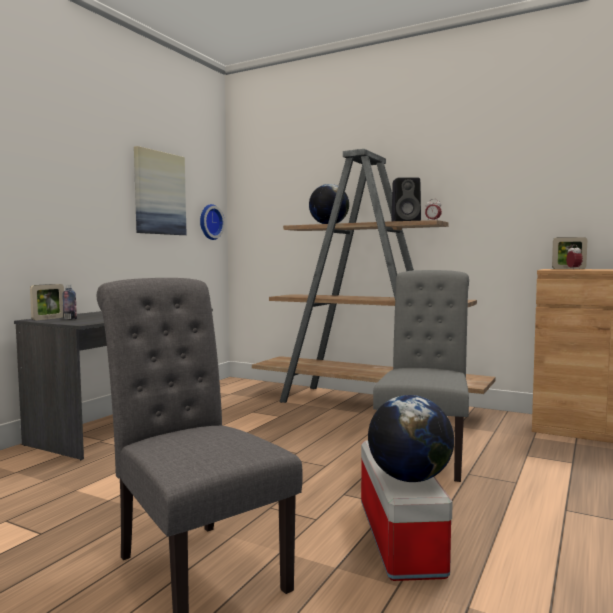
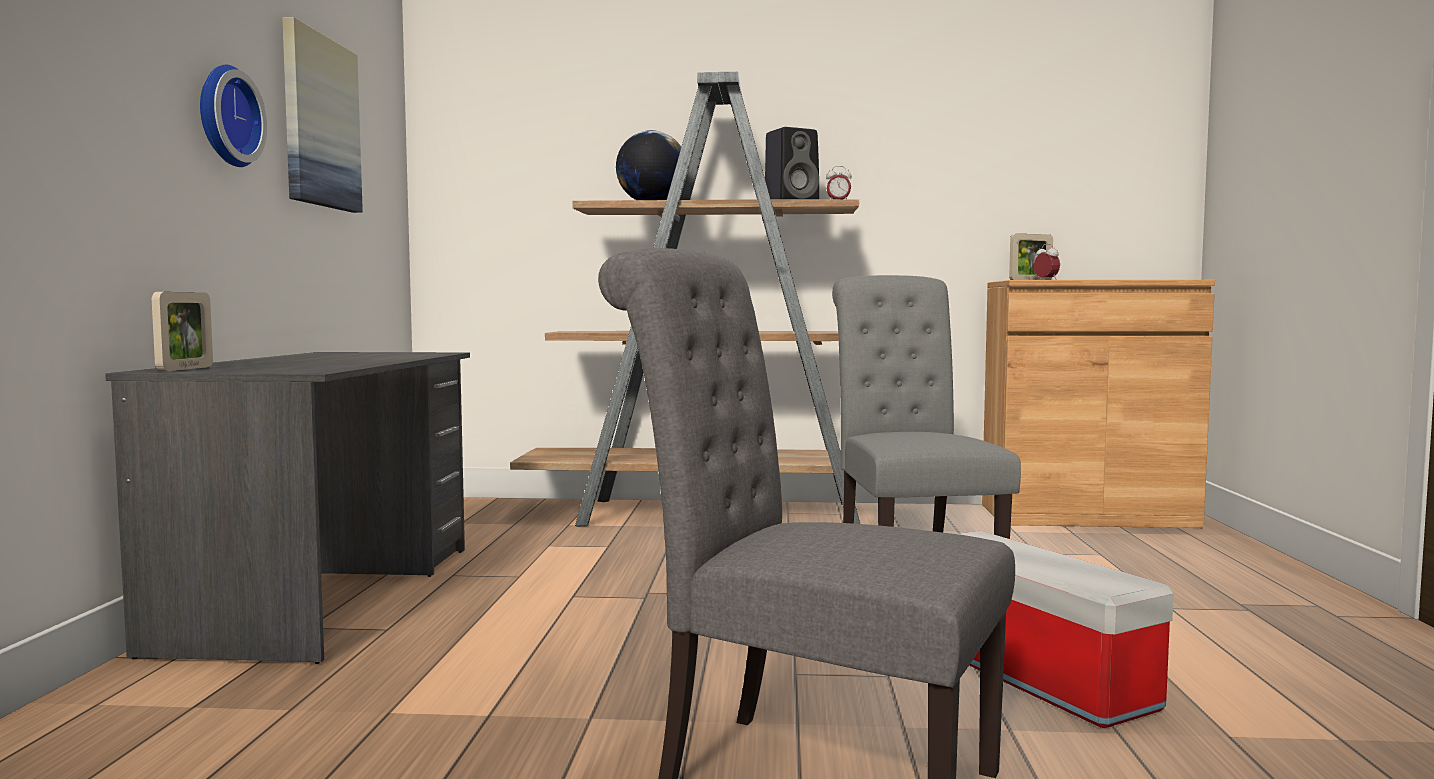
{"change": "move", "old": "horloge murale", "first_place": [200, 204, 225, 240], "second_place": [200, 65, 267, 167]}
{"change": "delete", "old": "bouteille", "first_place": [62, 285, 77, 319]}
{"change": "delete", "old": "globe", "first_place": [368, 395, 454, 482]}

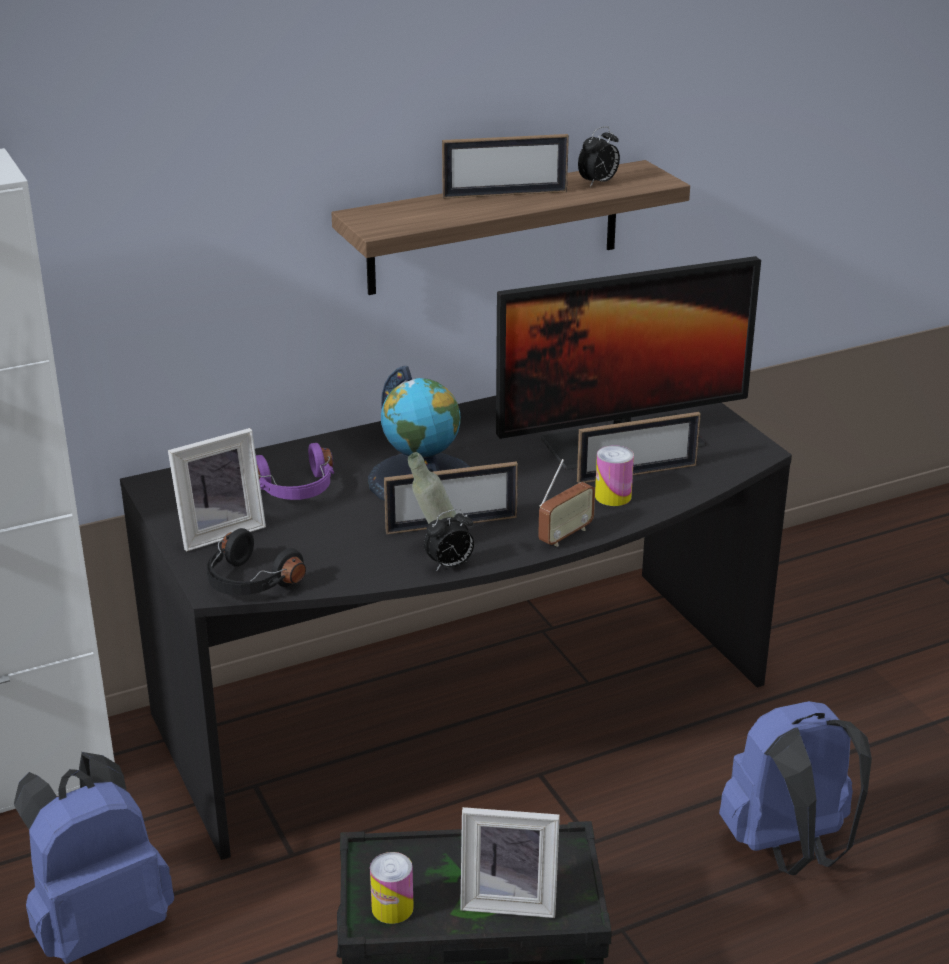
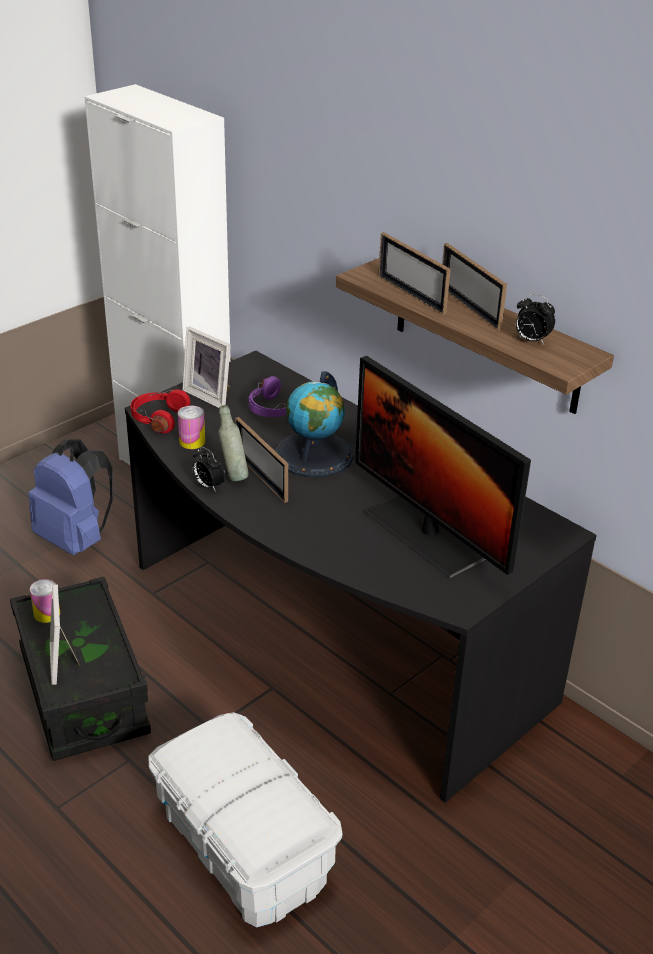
{"change": "recolor", "old": "casque audio/noir", "new": "casque audio/rouge", "first_place": [207, 528, 306, 595], "second_place": [131, 389, 190, 433]}
{"change": "replace", "old": "sac à dos/bleu", "new": "boîte de rangement/blanc", "first_place": [719, 701, 872, 875], "second_place": [148, 712, 343, 928]}
{"change": "move", "old": "boîte métallique", "first_place": [595, 445, 634, 506], "second_place": [178, 406, 205, 449]}
{"change": "move", "old": "cadre photo", "first_place": [577, 412, 701, 483], "second_place": [378, 232, 451, 315]}
{"change": "delete", "old": "radio", "first_place": [538, 459, 595, 547]}

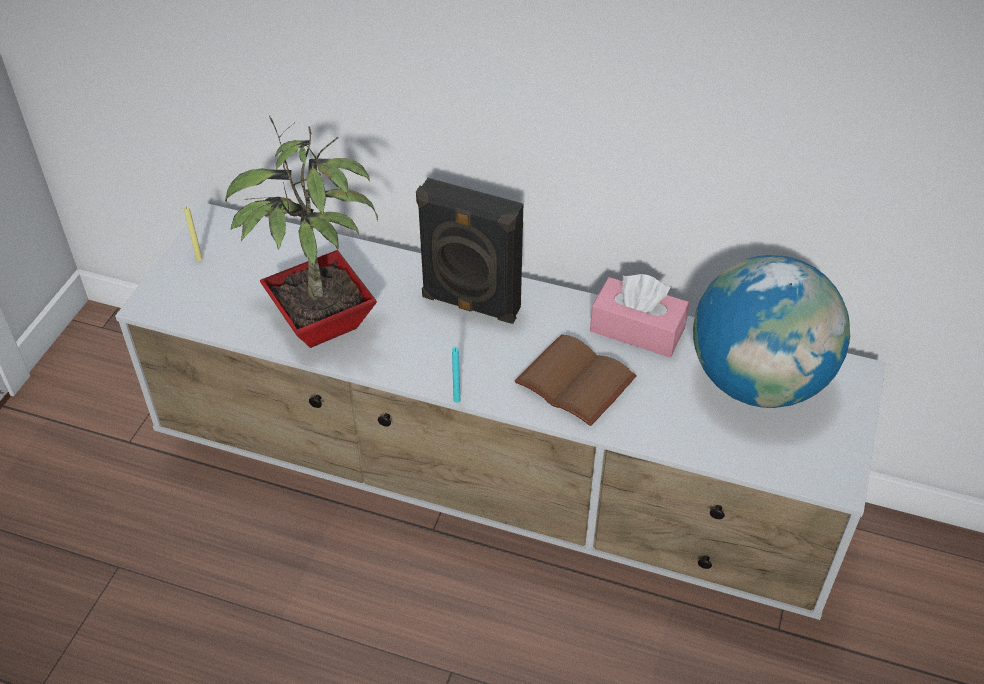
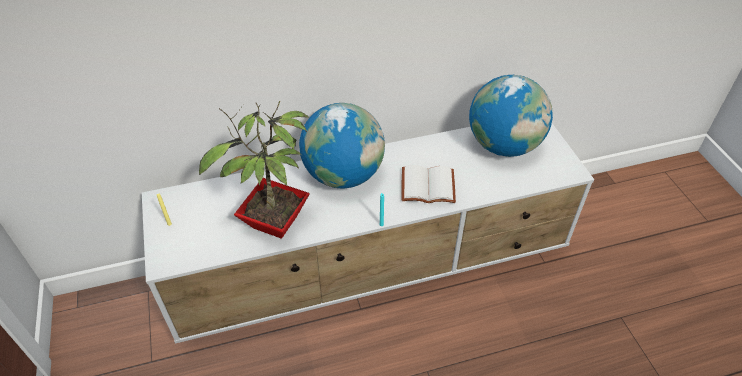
{"change": "replace", "old": "enceinte/noir", "new": "globe", "first_place": [416, 178, 523, 324], "second_place": [299, 103, 385, 188]}
{"change": "recolor", "old": "livre/marron", "new": "livre/blanc", "first_place": [515, 334, 637, 426], "second_place": [402, 165, 456, 203]}
{"change": "delete", "old": "boîte à mouchoirs/rose", "first_place": [590, 274, 689, 357]}

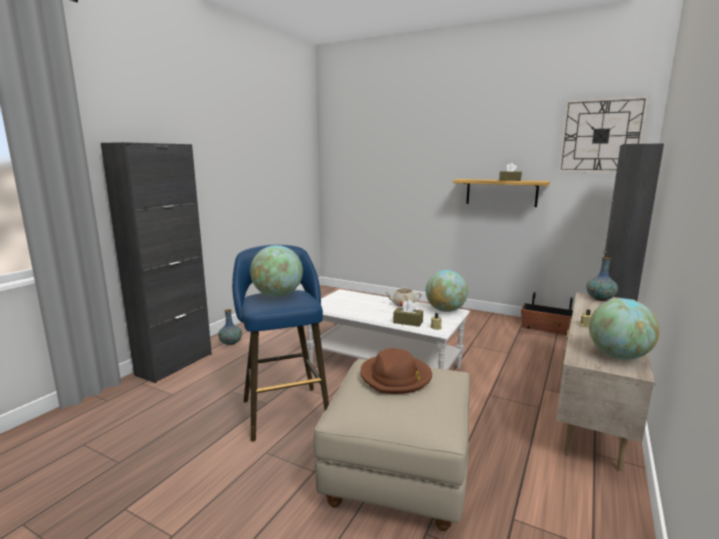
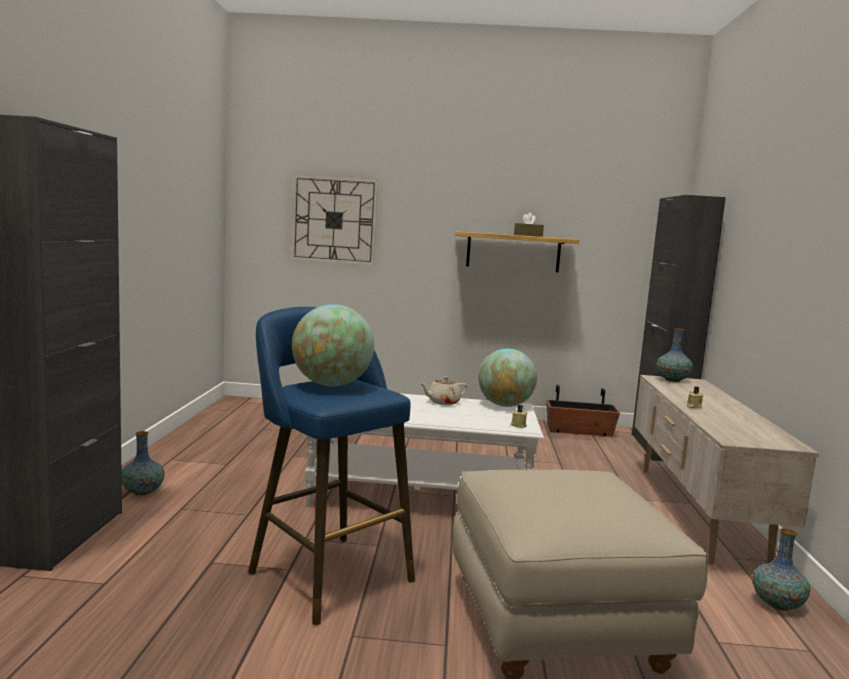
{"change": "move", "old": "horloge murale", "first_place": [558, 96, 649, 173], "second_place": [291, 175, 378, 266]}
{"change": "insert", "new": "vase", "second_place": [752, 528, 810, 610]}
{"change": "delete", "old": "chapeau/marron", "first_place": [360, 348, 432, 394]}
{"change": "delete", "old": "boîte à mouchoirs/marron", "first_place": [393, 300, 423, 327]}
{"change": "delete", "old": "globe", "first_place": [589, 299, 660, 360]}

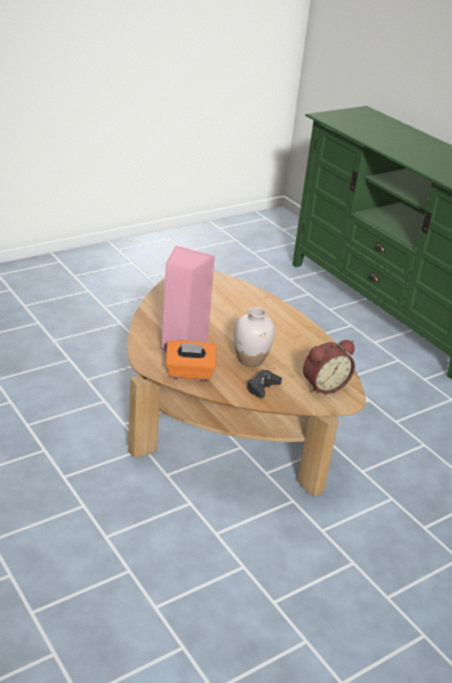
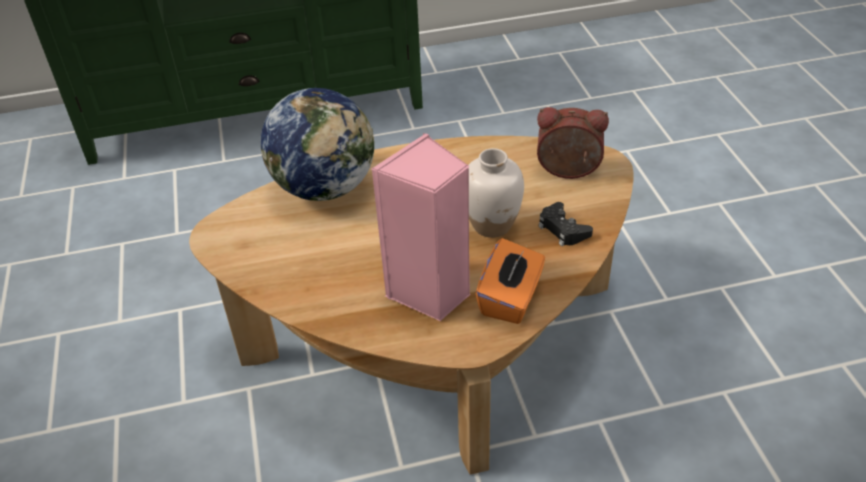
{"change": "insert", "new": "globe", "second_place": [260, 88, 374, 201]}
{"change": "rotate", "old": "réveil", "first_place": [303, 340, 355, 394], "second_place": [537, 107, 609, 179], "degrees": -75}

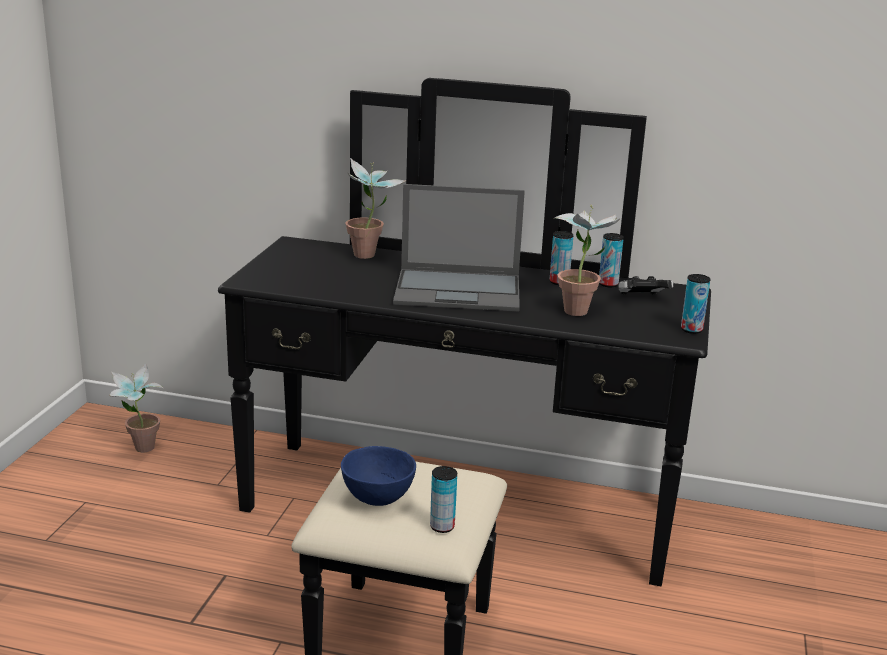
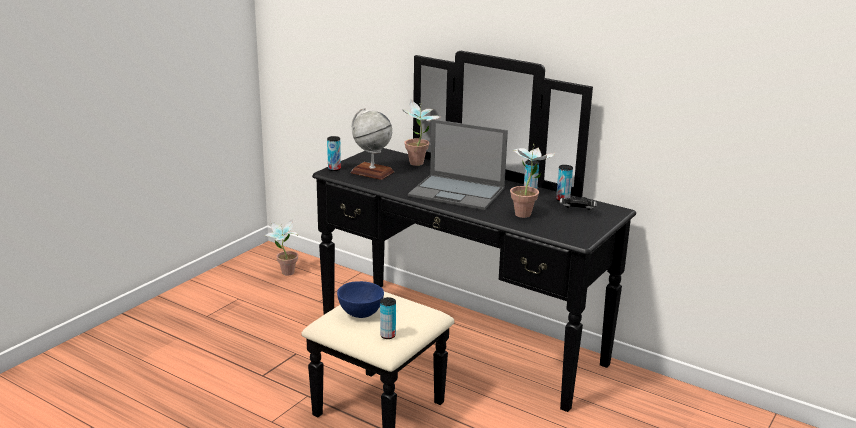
{"change": "move", "old": "boîte métallique", "first_place": [681, 274, 711, 334], "second_place": [327, 136, 341, 171]}
{"change": "insert", "new": "globe", "second_place": [351, 108, 394, 180]}

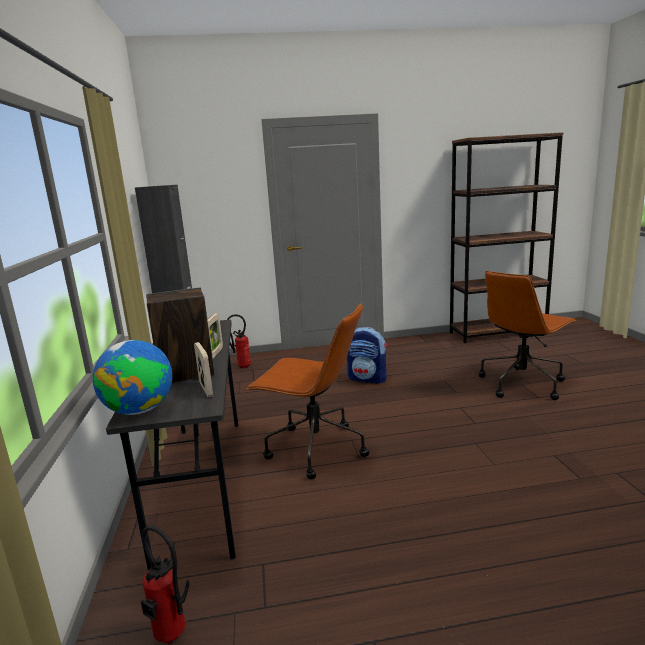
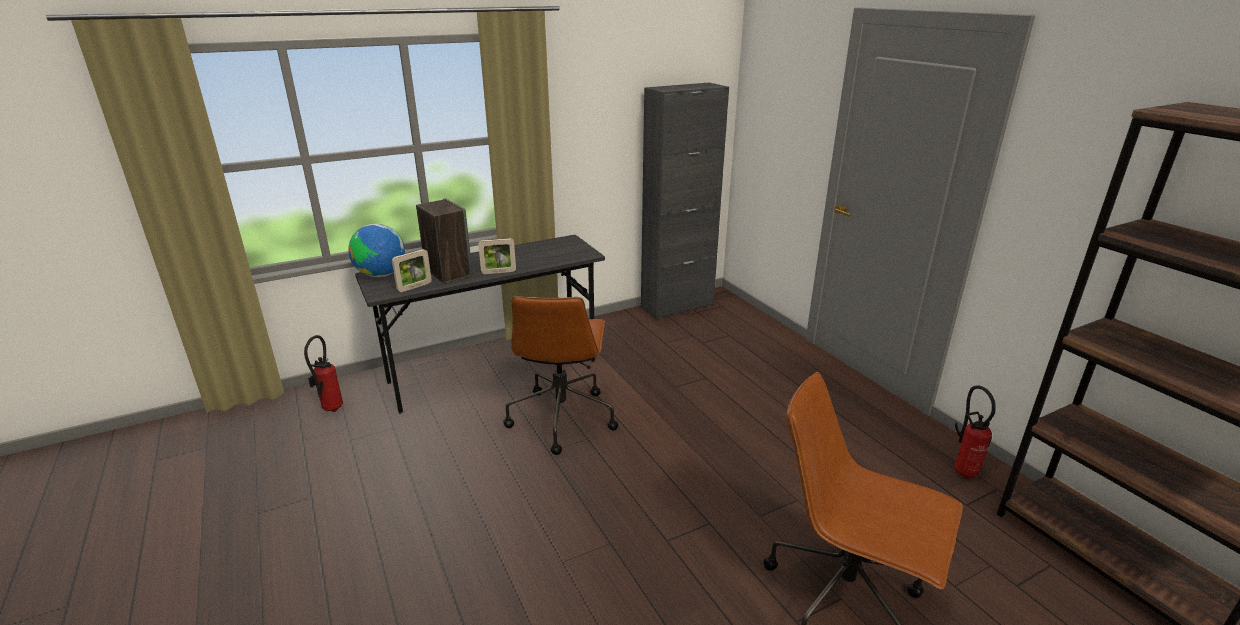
{"change": "move", "old": "extincteur", "first_place": [227, 314, 251, 368], "second_place": [954, 385, 996, 479]}
{"change": "delete", "old": "sac à dos", "first_place": [347, 327, 387, 384]}

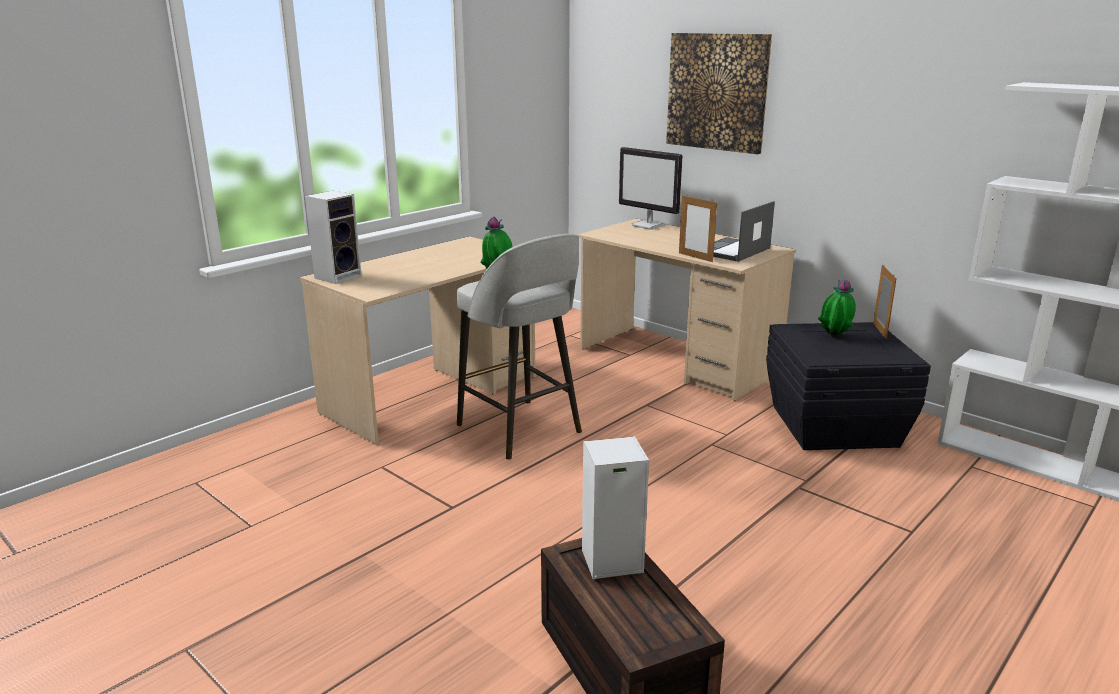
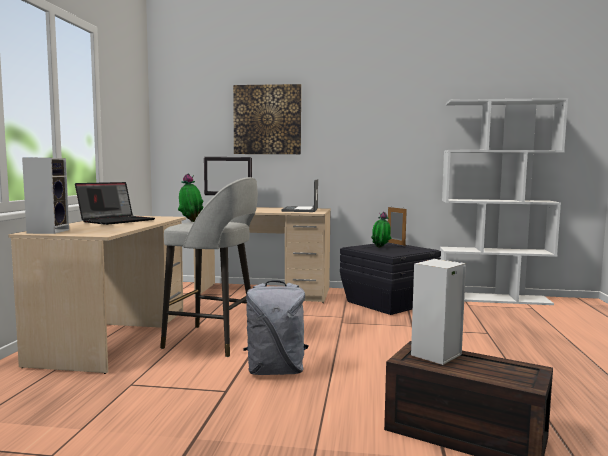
{"change": "insert", "new": "ordinateur portable", "second_place": [75, 182, 155, 225]}
{"change": "insert", "new": "sac à dos/gris", "second_place": [243, 280, 309, 375]}
{"change": "delete", "old": "cadre photo", "first_place": [679, 194, 717, 262]}

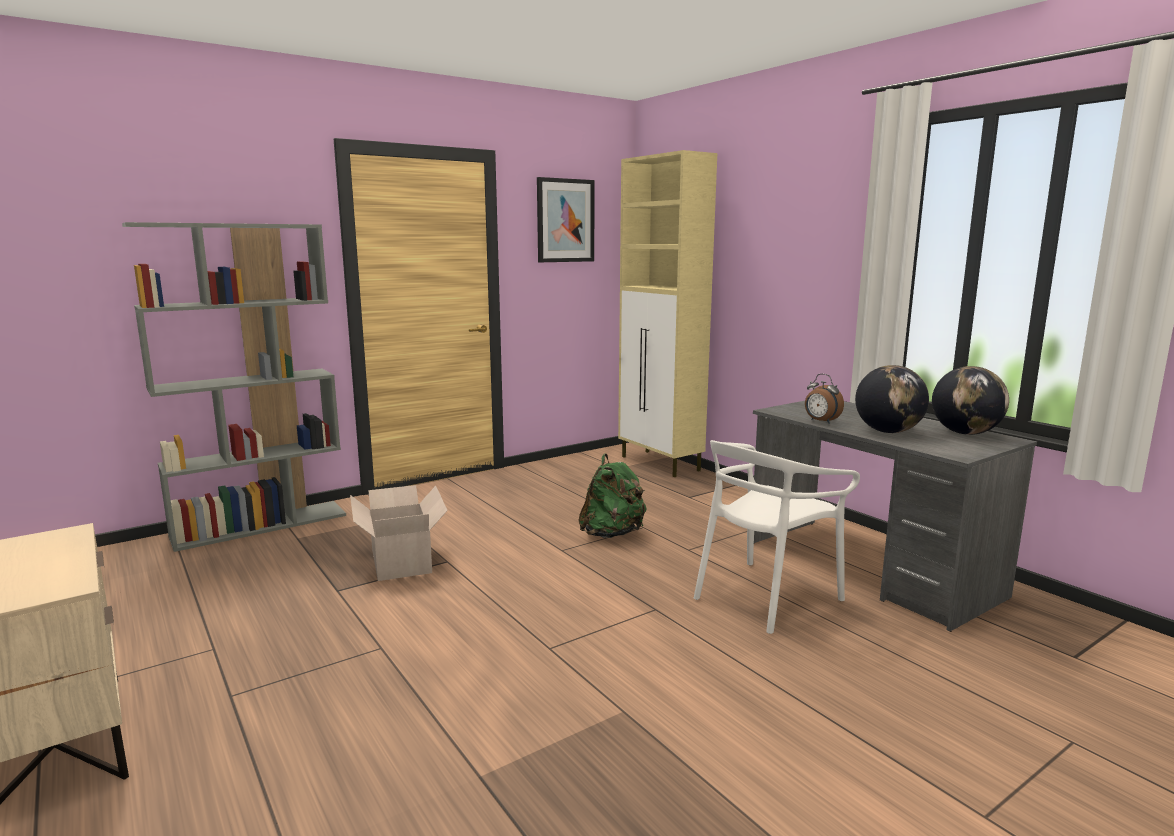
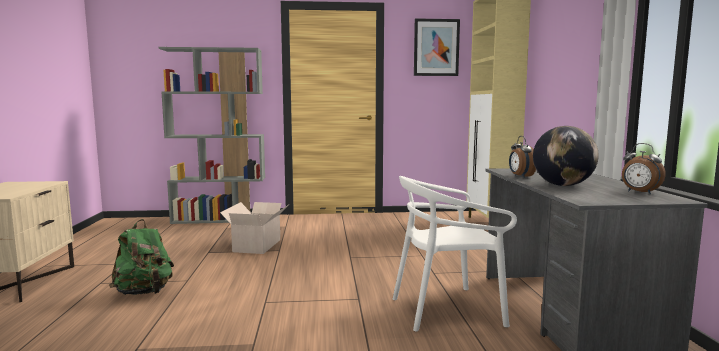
{"change": "move", "old": "sac à dos/vert", "first_place": [578, 454, 647, 538], "second_place": [109, 219, 174, 295]}
{"change": "replace", "old": "globe", "new": "réveil", "first_place": [932, 366, 1009, 435], "second_place": [622, 143, 666, 194]}

